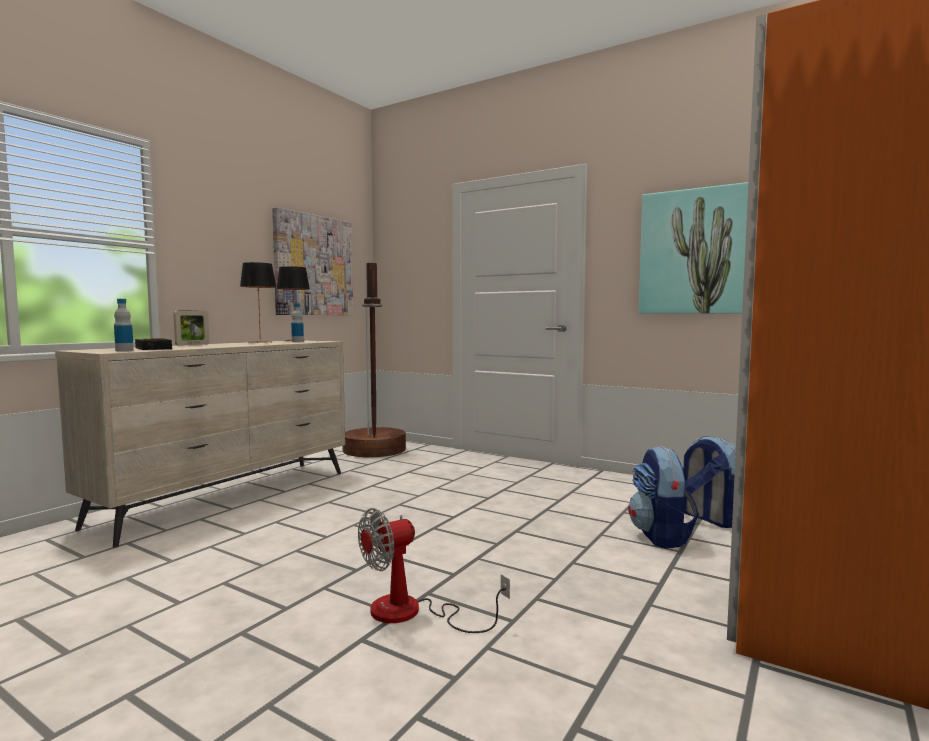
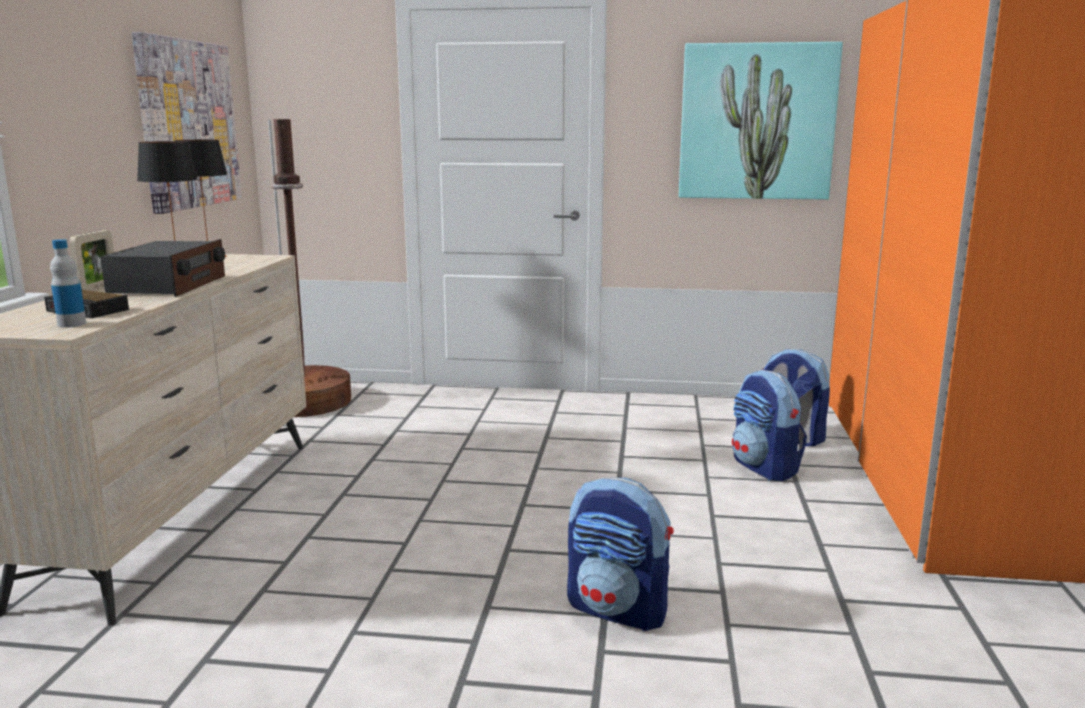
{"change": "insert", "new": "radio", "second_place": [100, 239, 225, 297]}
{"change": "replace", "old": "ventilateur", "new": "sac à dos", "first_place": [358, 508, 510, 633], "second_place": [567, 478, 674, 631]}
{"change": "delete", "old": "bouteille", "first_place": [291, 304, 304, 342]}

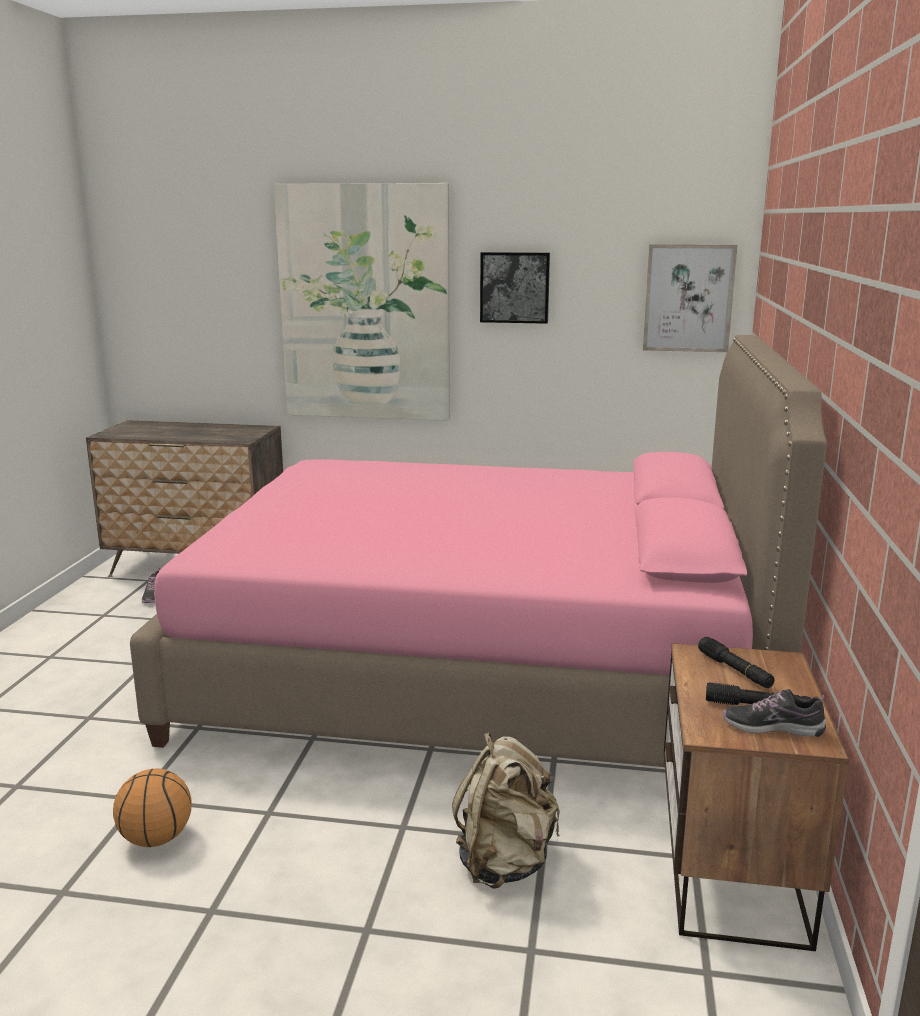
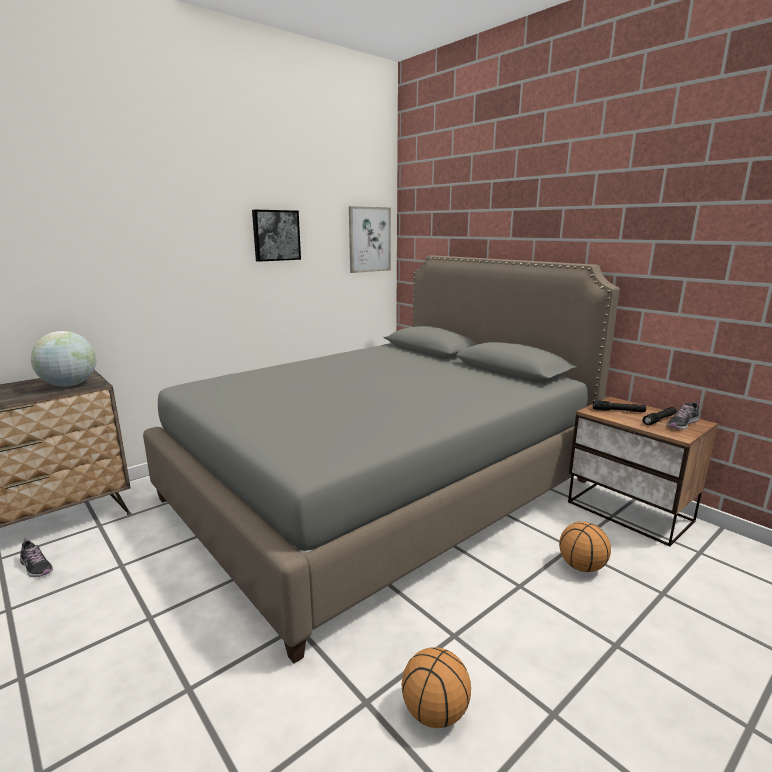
{"change": "insert", "new": "globe", "second_place": [31, 331, 96, 387]}
{"change": "recolor", "old": "lit/rose", "new": "lit/gris", "first_place": [130, 335, 827, 767], "second_place": [143, 255, 620, 664]}
{"change": "replace", "old": "sac à dos/beige", "new": "ballon de basket", "first_place": [452, 732, 560, 888], "second_place": [559, 522, 611, 572]}
{"change": "delete", "old": "tableau", "first_place": [273, 183, 450, 421]}

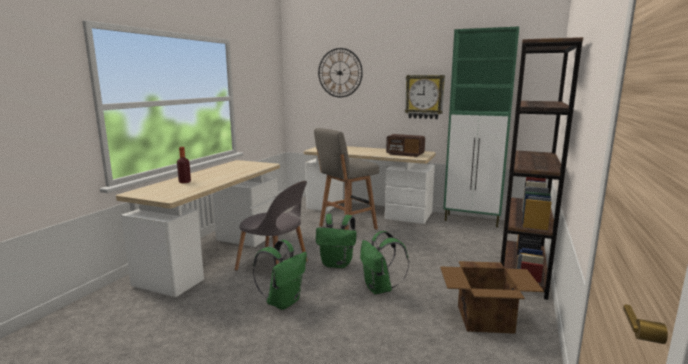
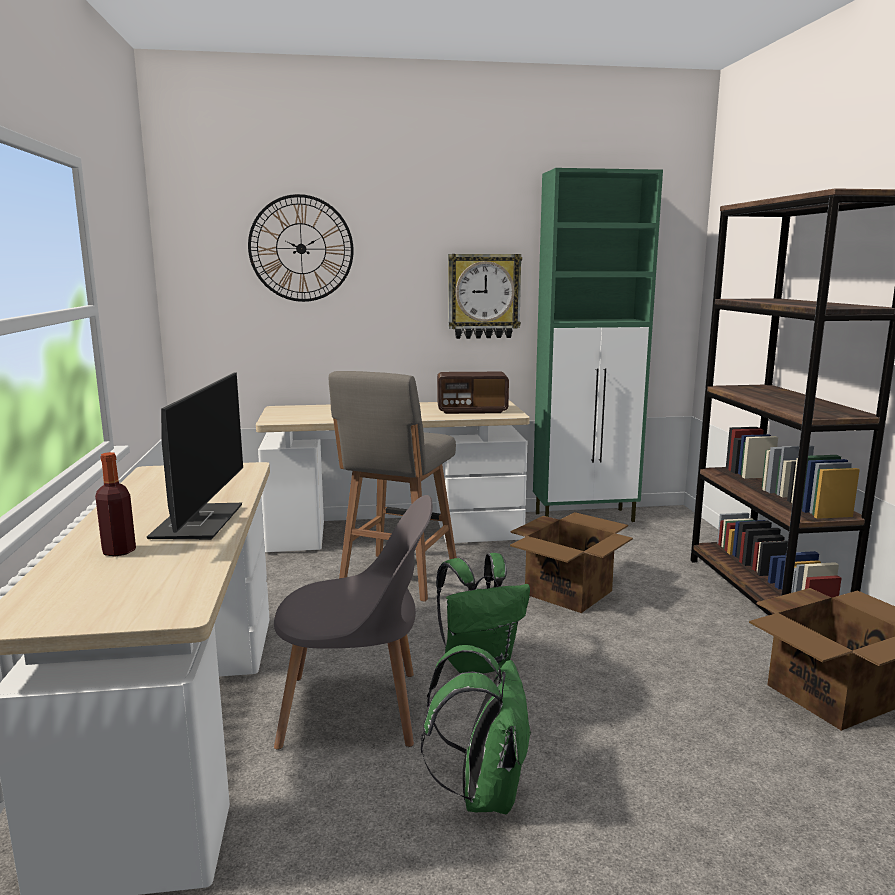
{"change": "insert", "new": "écran d'ordinateur", "second_place": [147, 372, 243, 540]}
{"change": "insert", "new": "carton", "second_place": [510, 512, 633, 613]}
{"change": "delete", "old": "sac à dos/vert", "first_place": [360, 231, 409, 295]}

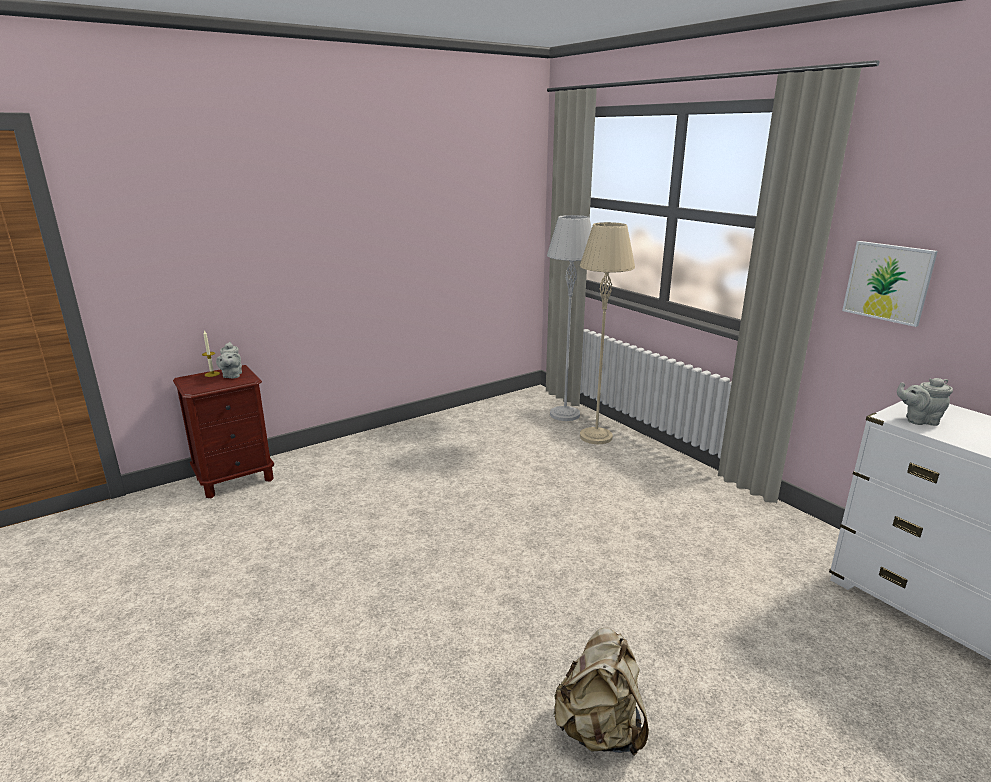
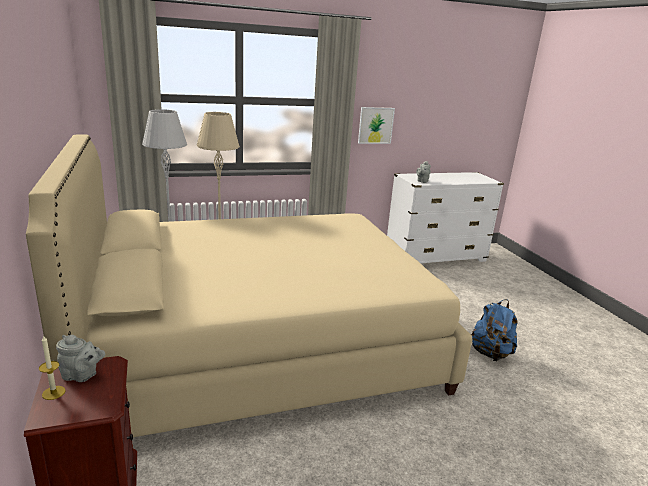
{"change": "insert", "new": "lit/beige", "second_place": [26, 134, 472, 437]}
{"change": "recolor", "old": "sac à dos/beige", "new": "sac à dos/bleu", "first_place": [553, 628, 649, 756], "second_place": [471, 299, 518, 361]}

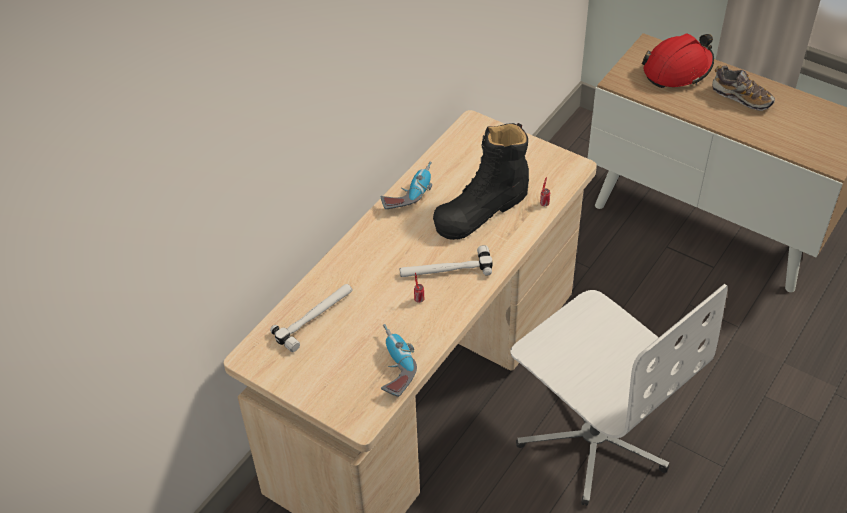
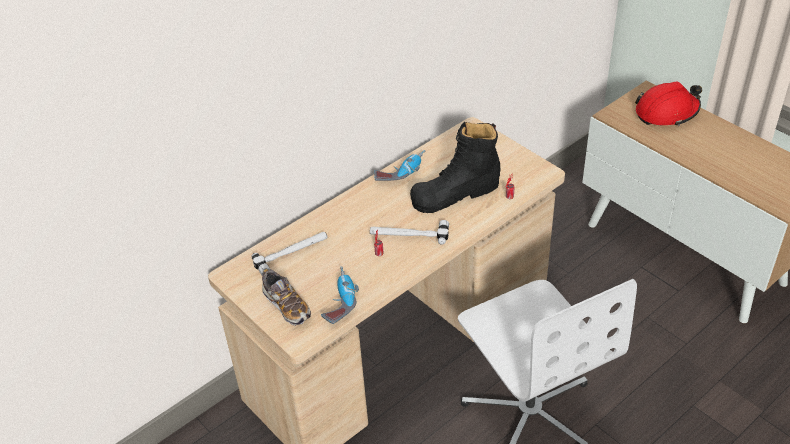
{"change": "move", "old": "chaussure", "first_place": [712, 66, 775, 111], "second_place": [262, 269, 311, 326]}

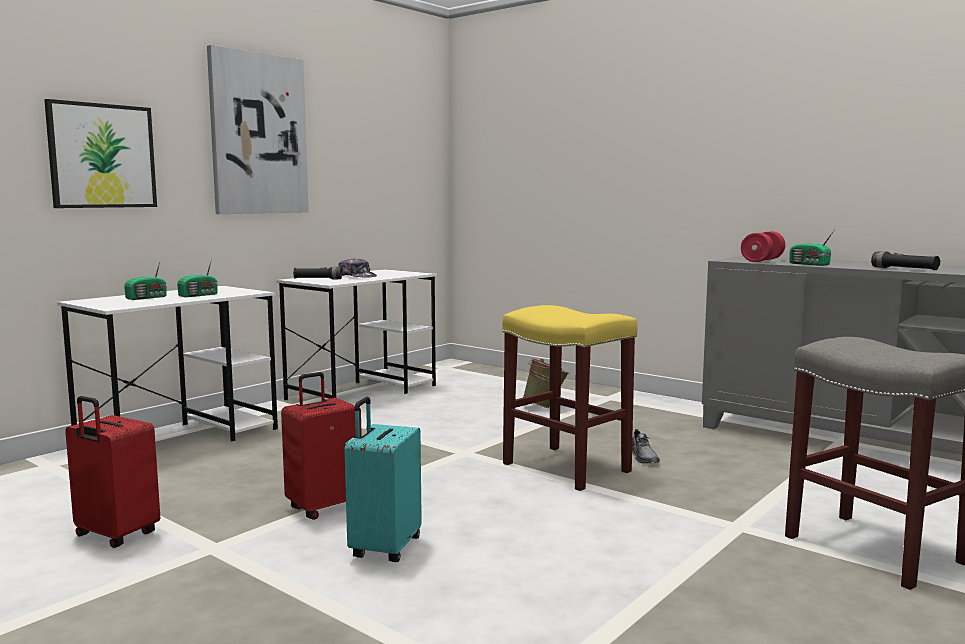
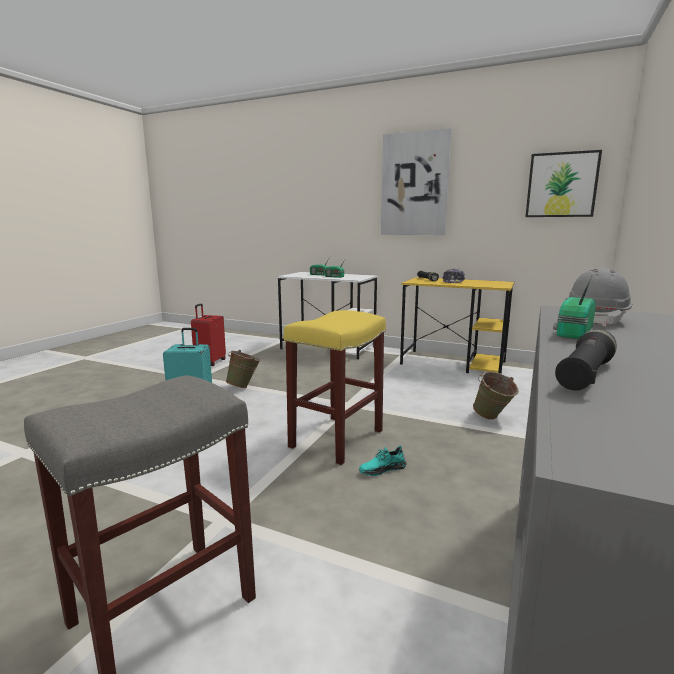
{"change": "replace", "old": "valise/rouge", "new": "seau/vert", "first_place": [281, 372, 362, 520], "second_place": [226, 350, 261, 388]}
{"change": "recolor", "old": "chaussure/gris", "new": "chaussure/turquoise", "first_place": [632, 429, 660, 464], "second_place": [359, 445, 407, 476]}
{"change": "recolor", "old": "bureau/blanc", "new": "bureau/jaune", "first_place": [276, 269, 437, 400], "second_place": [400, 277, 515, 374]}
{"change": "move", "old": "tableau", "first_place": [44, 99, 157, 208], "second_place": [525, 150, 602, 217]}
{"change": "replace", "old": "haltère/rouge", "new": "casque de chantier/gris", "first_place": [741, 231, 785, 262], "second_place": [566, 268, 633, 327]}

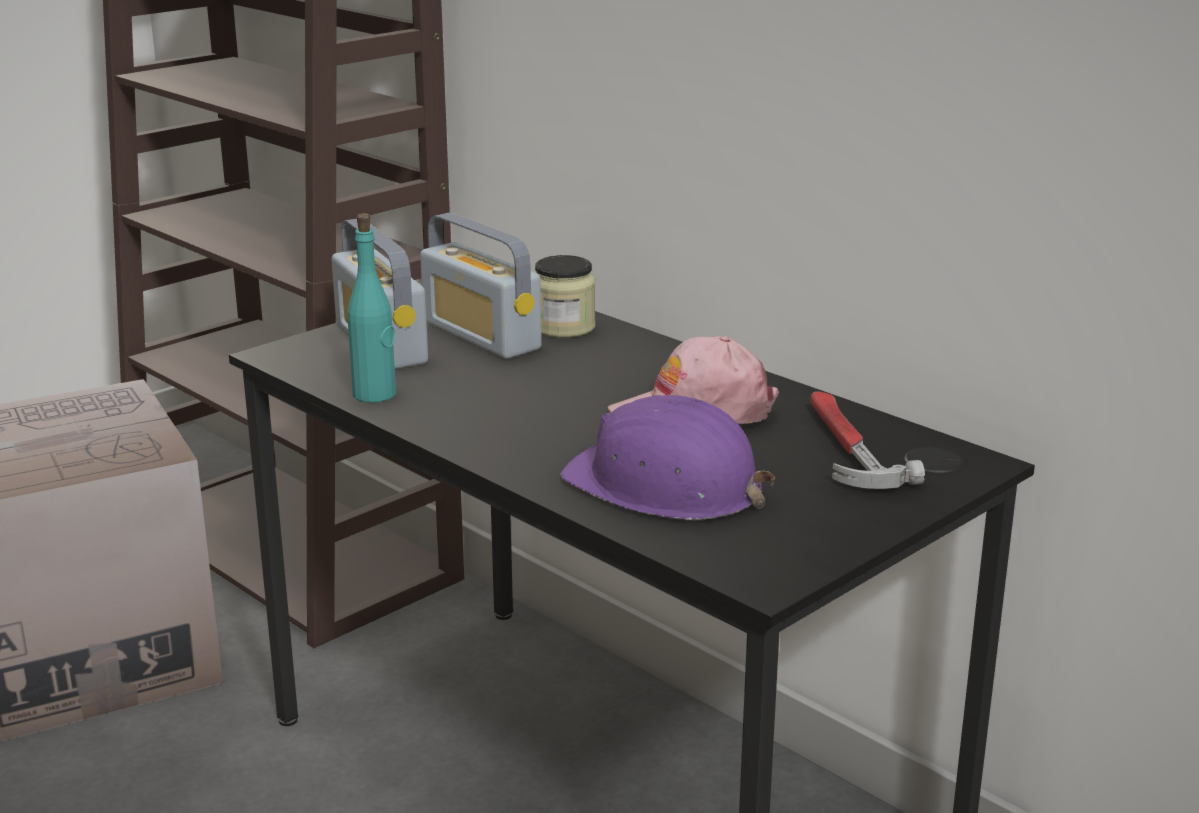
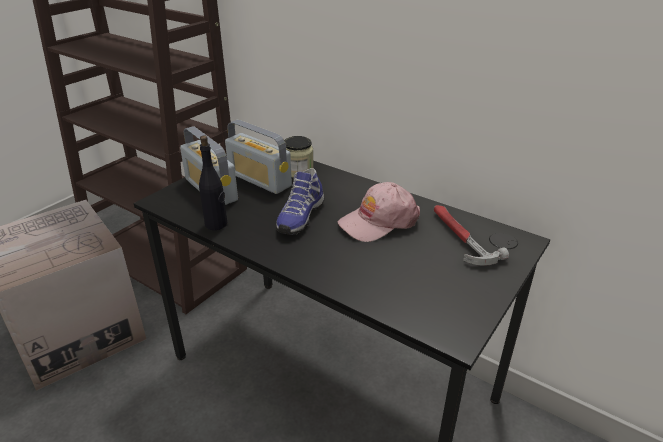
{"change": "recolor", "old": "bouteille/turquoise", "new": "bouteille/noir", "first_place": [348, 213, 396, 403], "second_place": [199, 136, 227, 230]}
{"change": "insert", "new": "chaussure", "second_place": [276, 168, 324, 235]}
{"change": "delete", "old": "casque de chantier/violet", "first_place": [561, 395, 775, 520]}

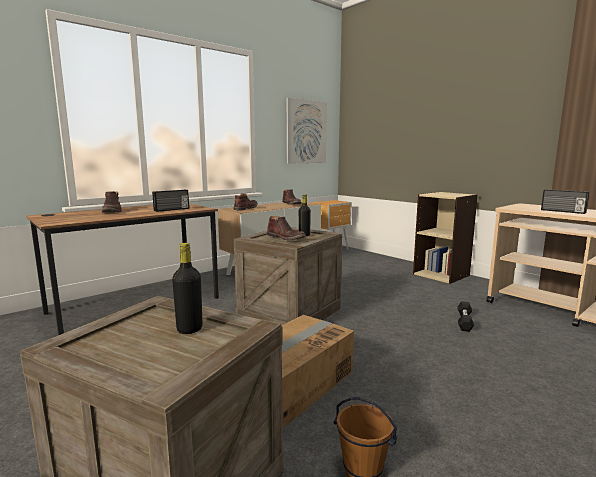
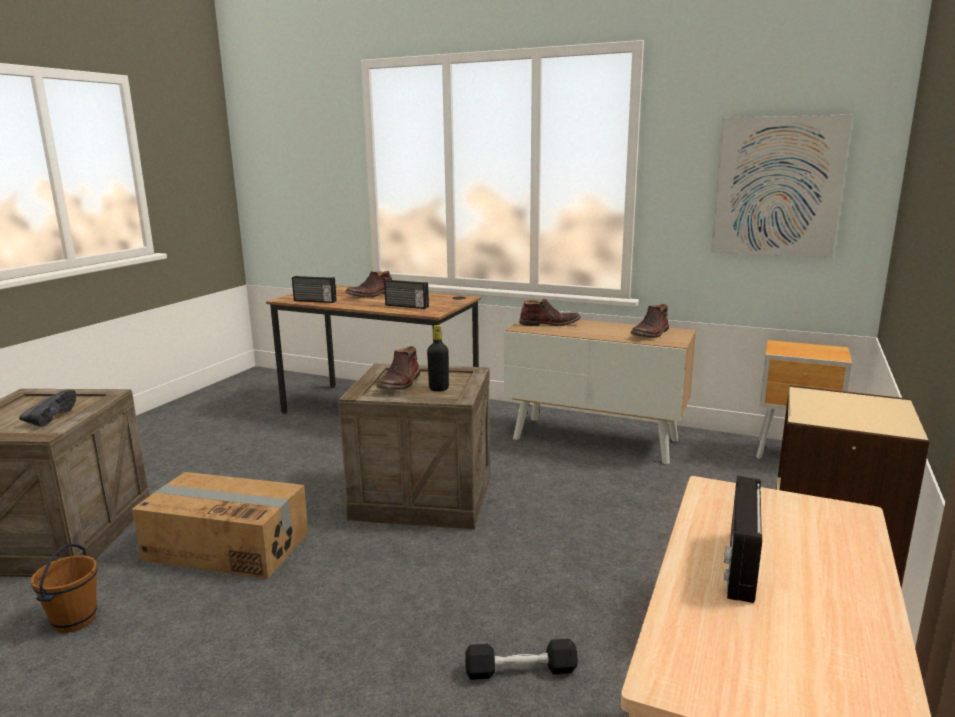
{"change": "replace", "old": "bouteille/noir", "new": "chaussure/noir", "first_place": [172, 243, 203, 334], "second_place": [19, 390, 76, 427]}
{"change": "insert", "new": "radio", "second_place": [292, 276, 337, 303]}

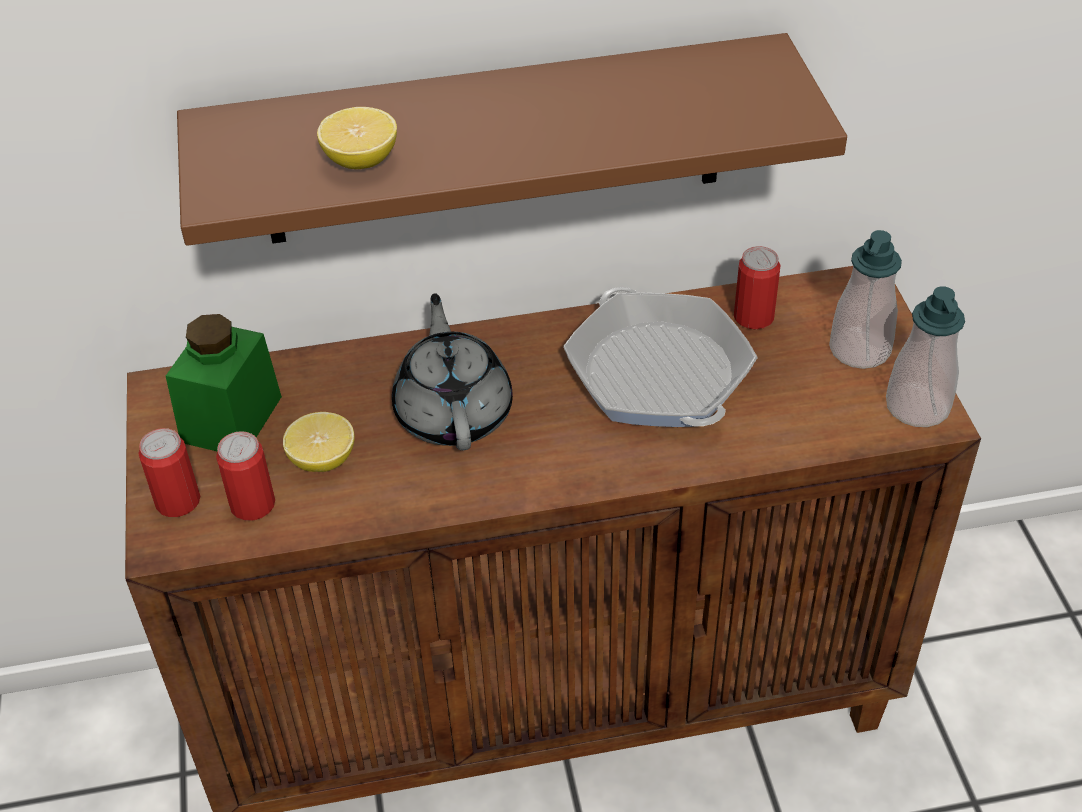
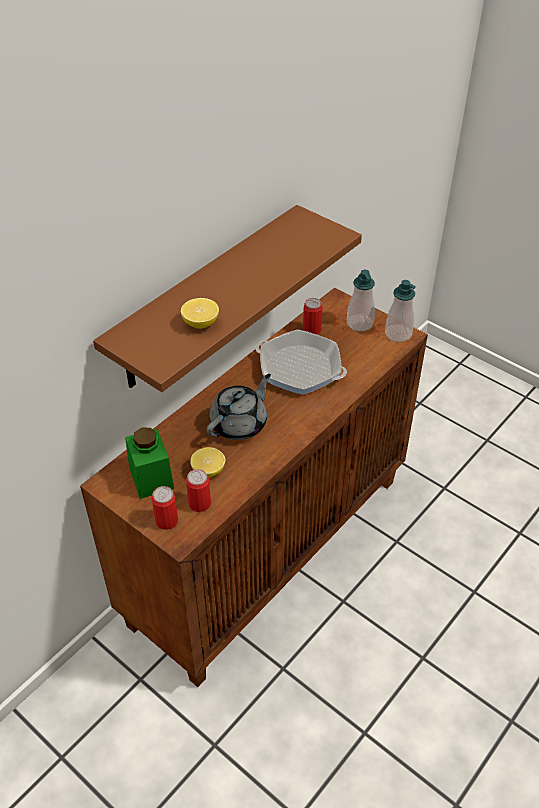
{"change": "rotate", "old": "théière/gris", "first_place": [392, 293, 513, 451], "second_place": [206, 374, 271, 440], "degrees": 90}

